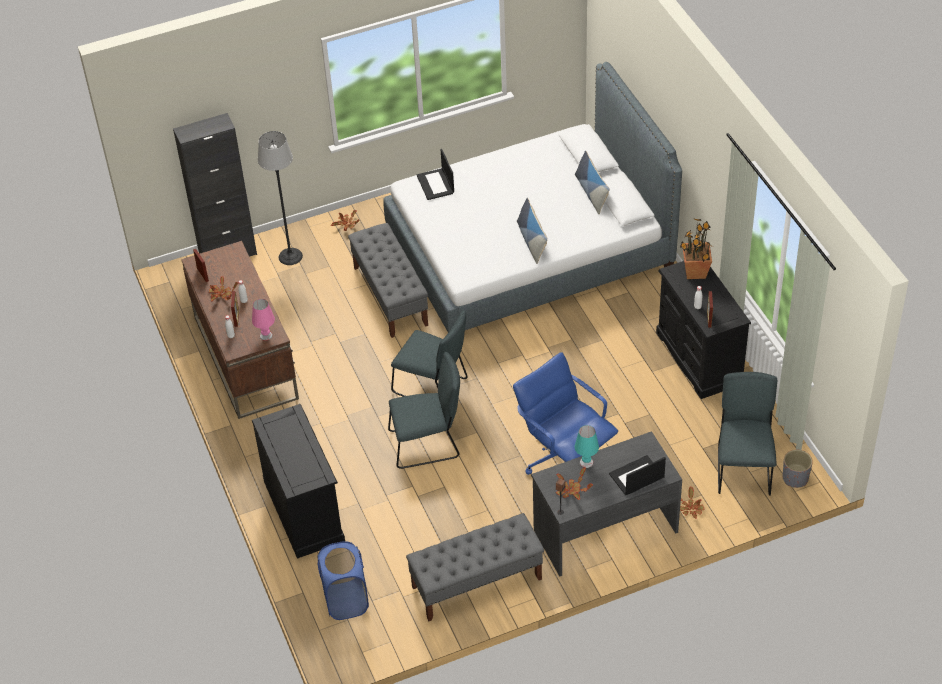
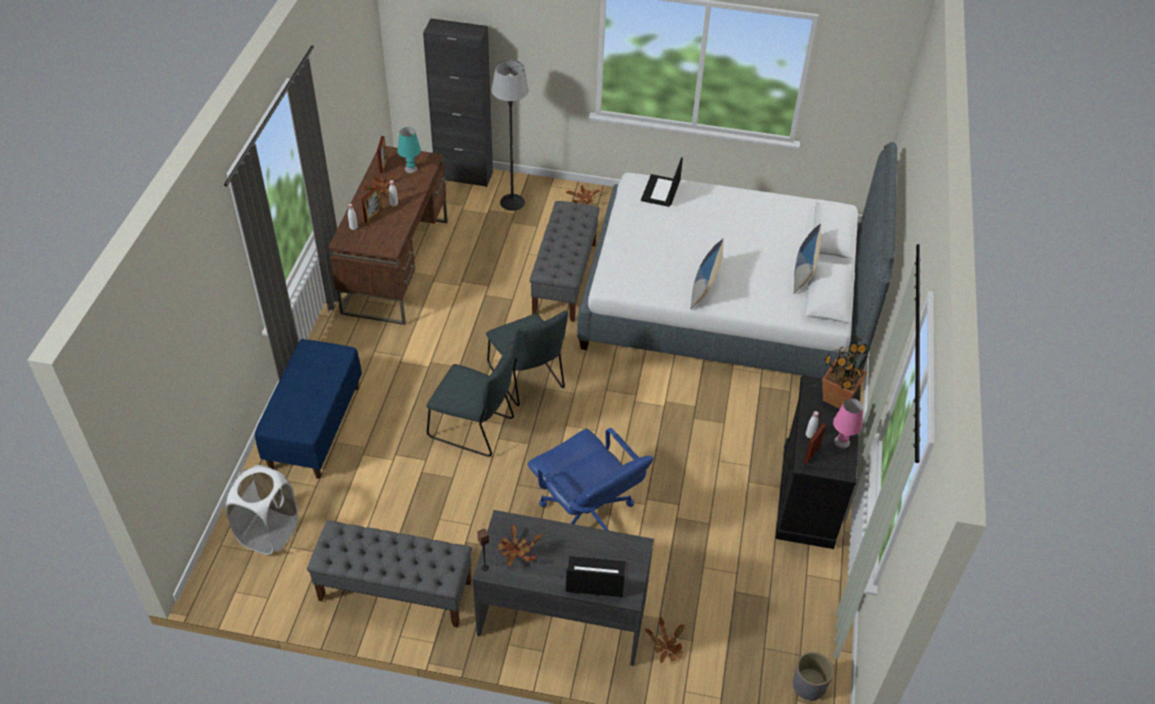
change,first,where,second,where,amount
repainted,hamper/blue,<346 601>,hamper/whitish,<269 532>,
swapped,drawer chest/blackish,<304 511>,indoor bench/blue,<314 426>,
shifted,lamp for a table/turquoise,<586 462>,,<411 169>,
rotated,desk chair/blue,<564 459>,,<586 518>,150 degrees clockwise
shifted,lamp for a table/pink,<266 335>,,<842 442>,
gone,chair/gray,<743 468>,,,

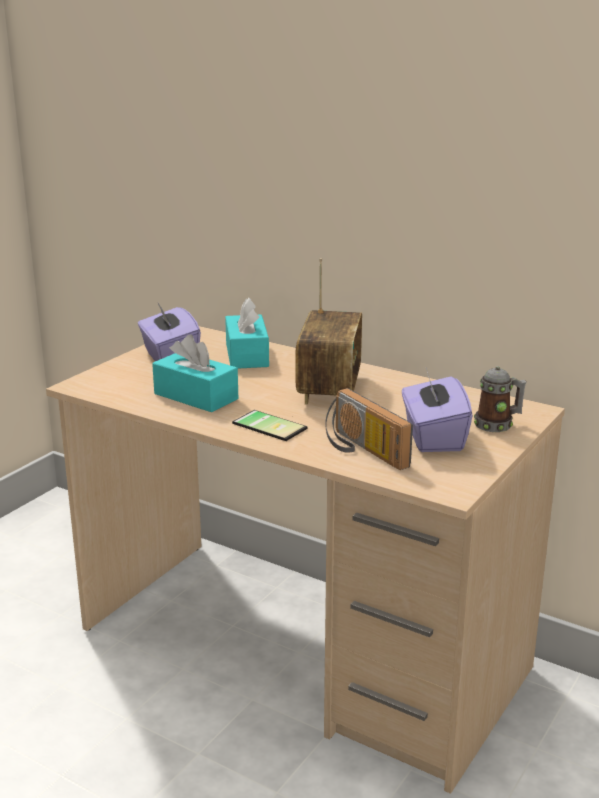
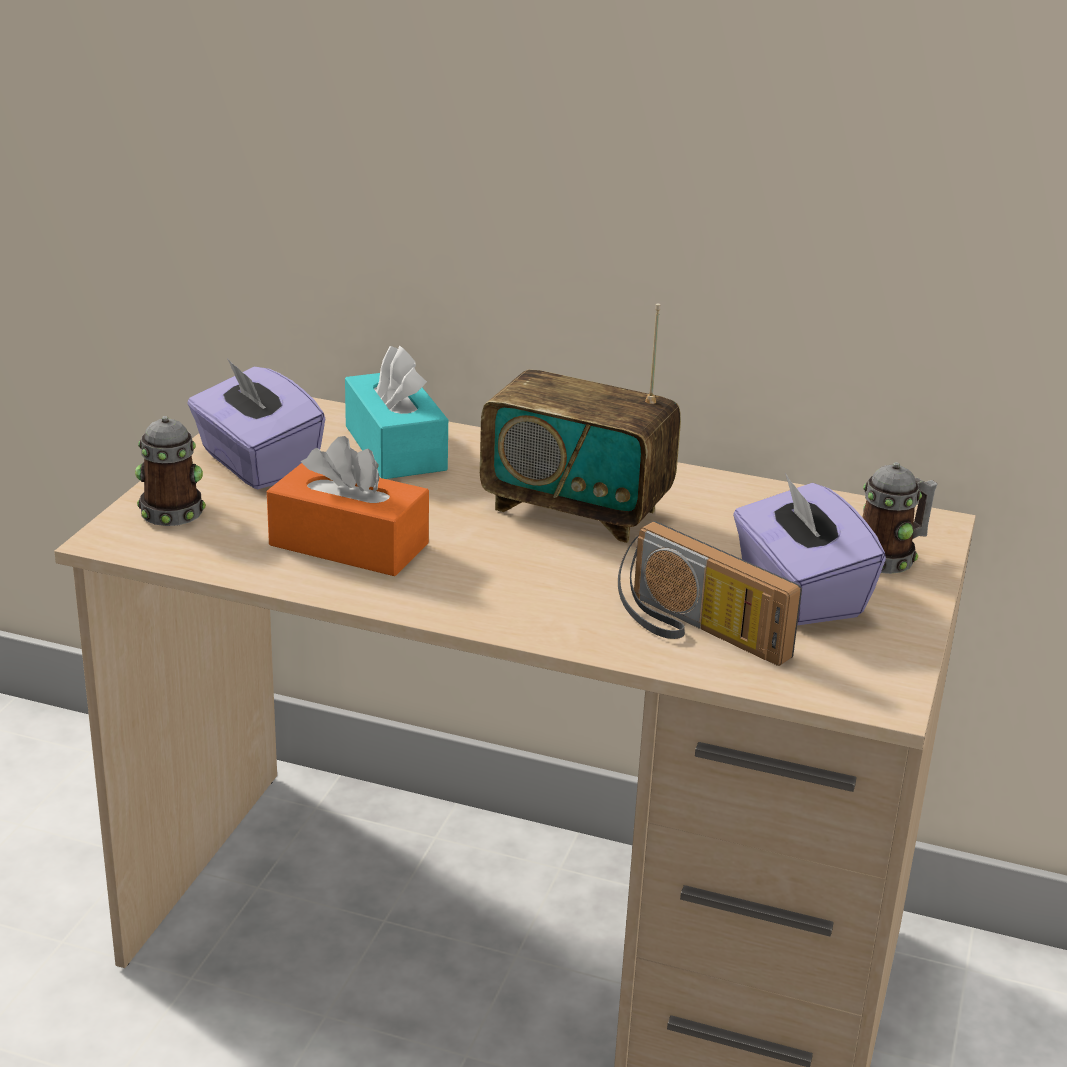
change,first,where,second,where,amount
new,,,coffee mug,<173 509>,
repainted,box of tissues/turquoise,<196 396>,box of tissues/orangey,<349 544>,
rotated,radio set,<329 389>,,<576 509>,120 degrees clockwise
gone,phone,<272 424>,,,

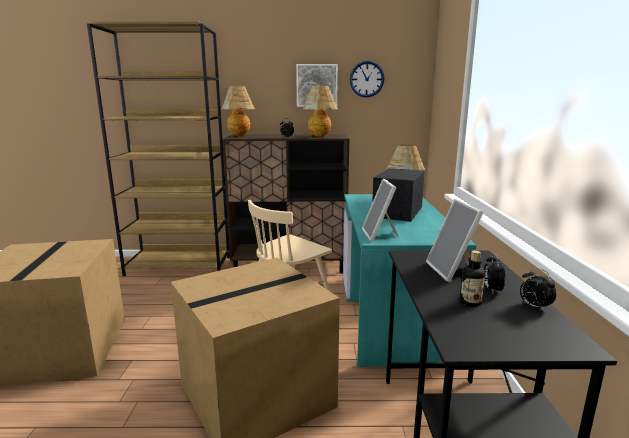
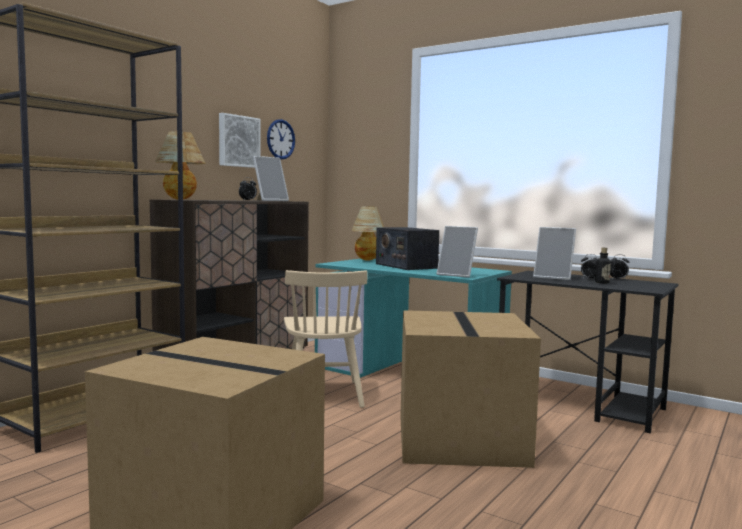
change,first,where,second,where,amount
swapped,lamp for a table,<320 136>,picture frame,<270 200>,

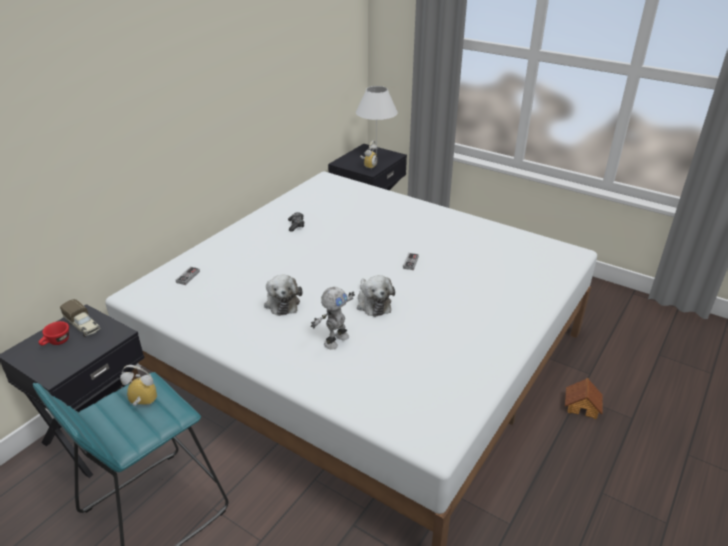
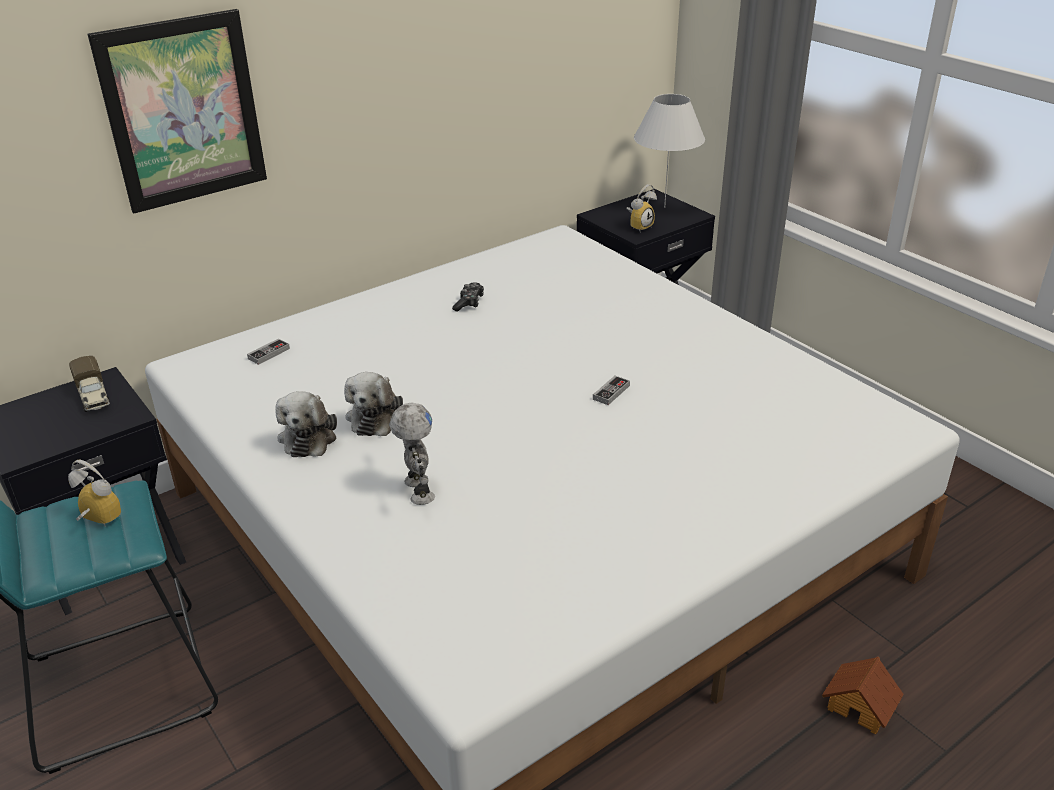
change,first,where,second,where,amount
new,,,picture,<183 111>,
shifted,soft toy,<373 303>,,<309 436>,
rotated,toy robot,<335 340>,,<417 491>,75 degrees counterclockwise
gone,cup/red-coloured,<56 342>,,,

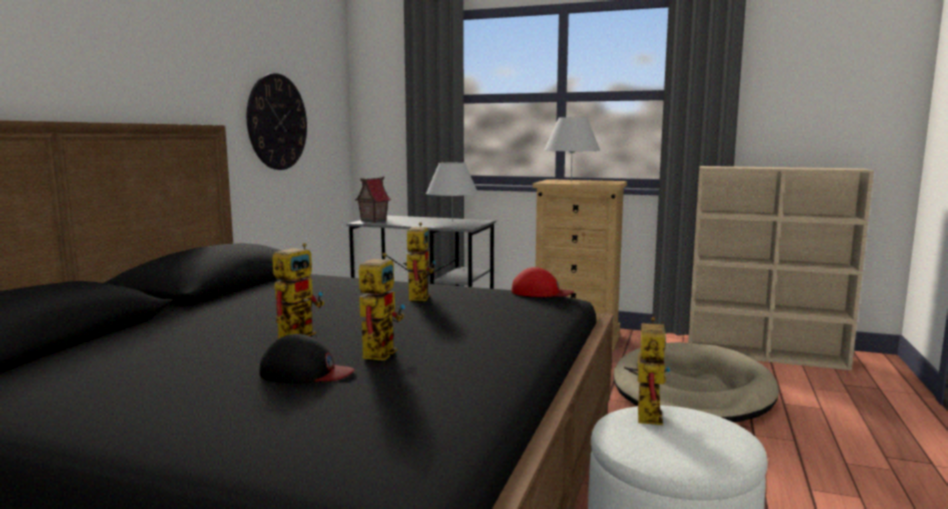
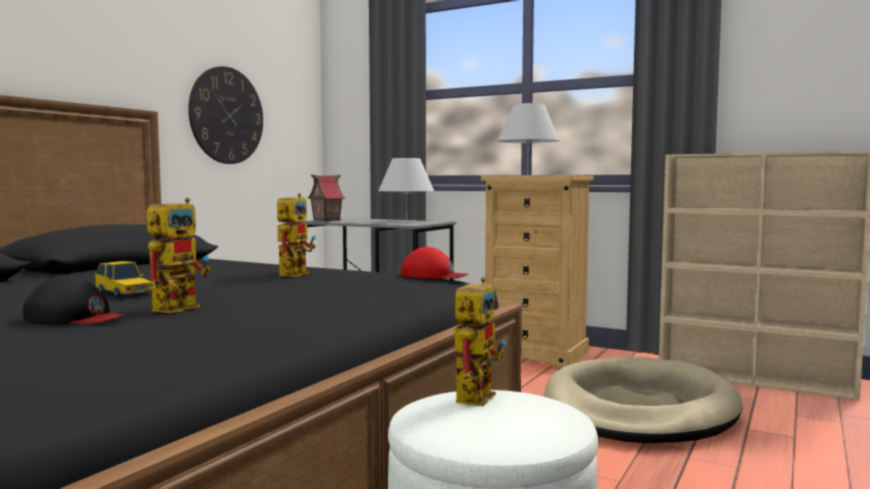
change,first,where,second,where,amount
swapped,toy robot,<300 333>,toy car,<124 293>,

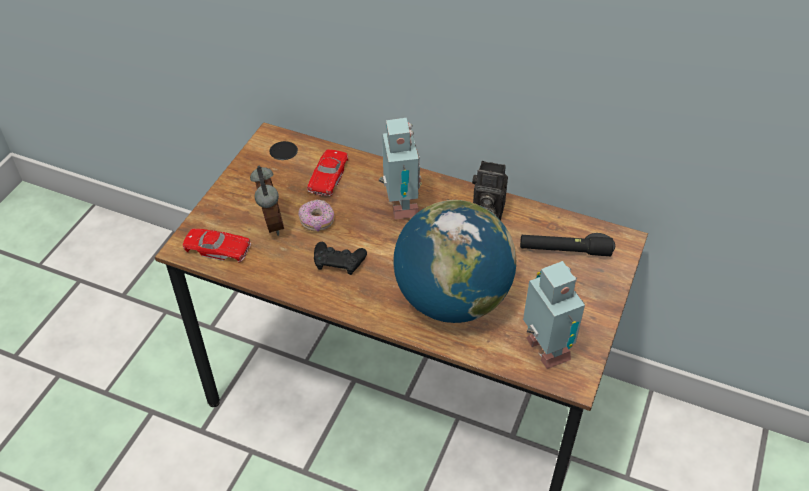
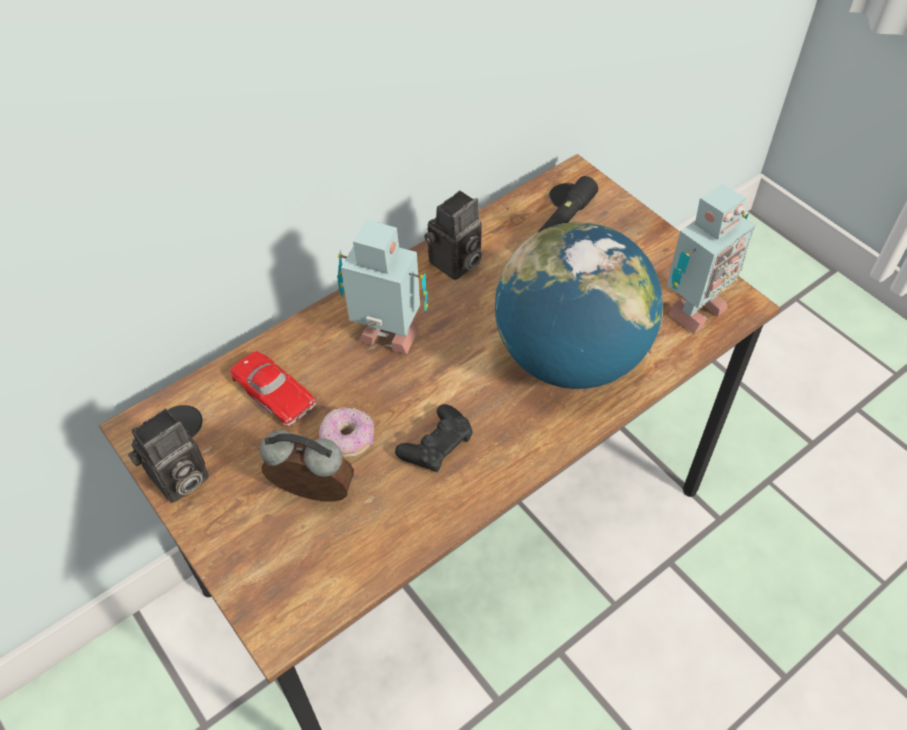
change,first,where,second,where,amount
new,,,photo camera,<178 481>,
rotated,toy robot,<545 352>,,<692 310>,135 degrees clockwise
gone,toy car/red-coloured,<217 248>,,,

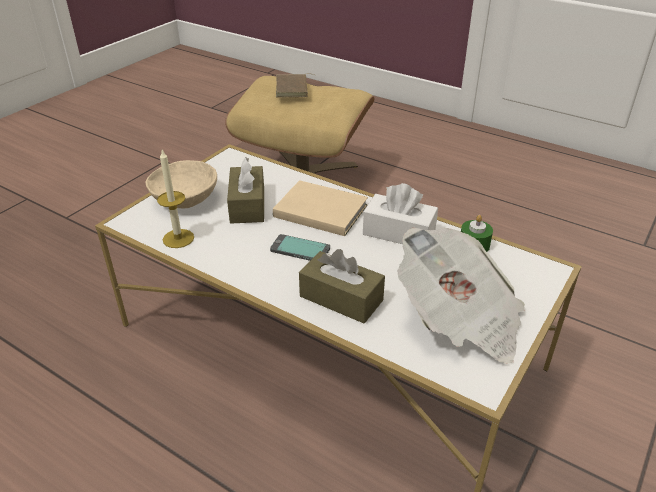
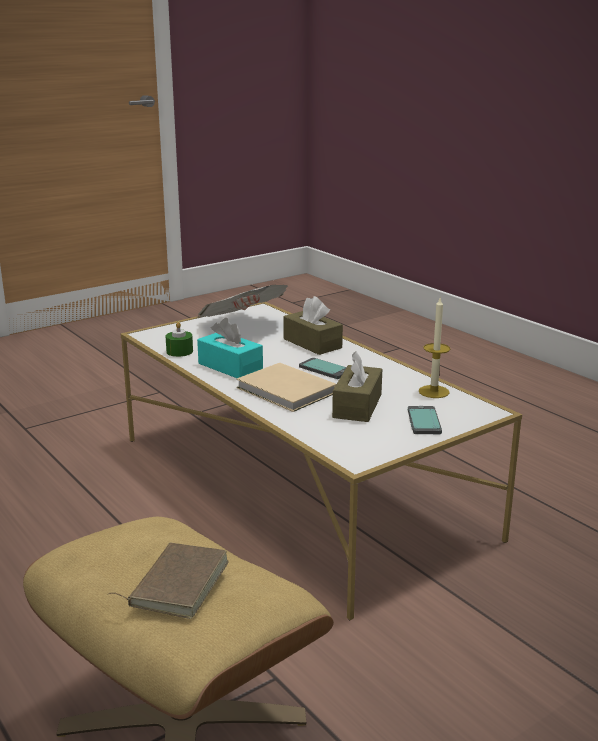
change,first,where,second,where,amount
repainted,box of tissues/whitish,<399 232>,box of tissues/turquoise,<230 367>,
swapped,bowl/beige-coloured,<186 199>,phone,<423 421>,

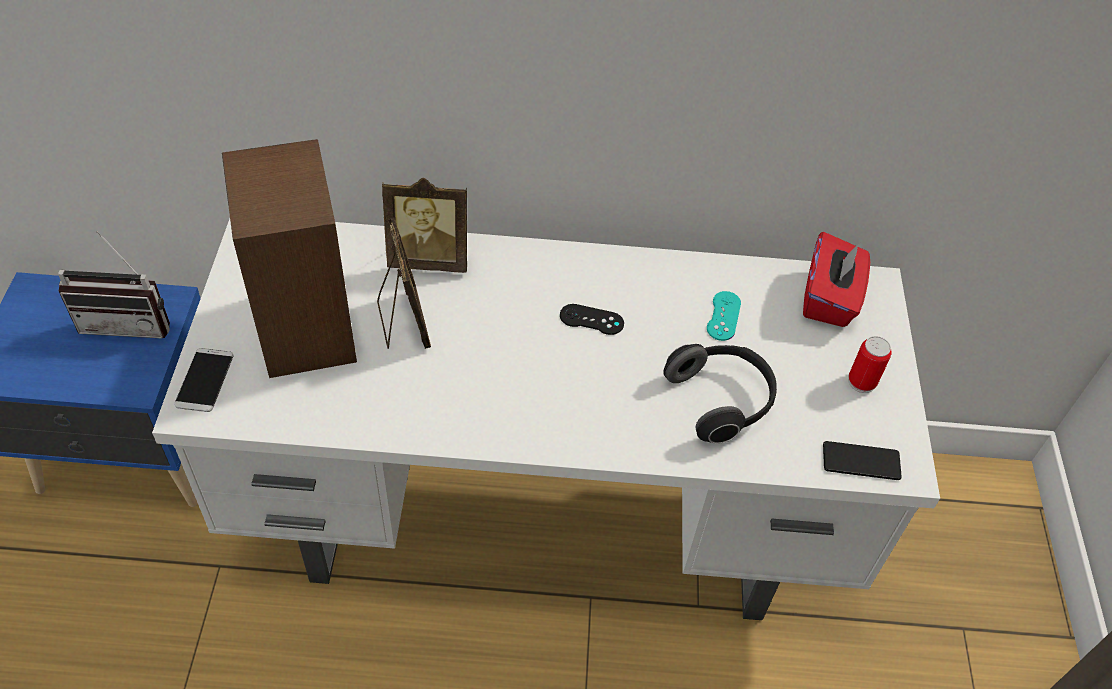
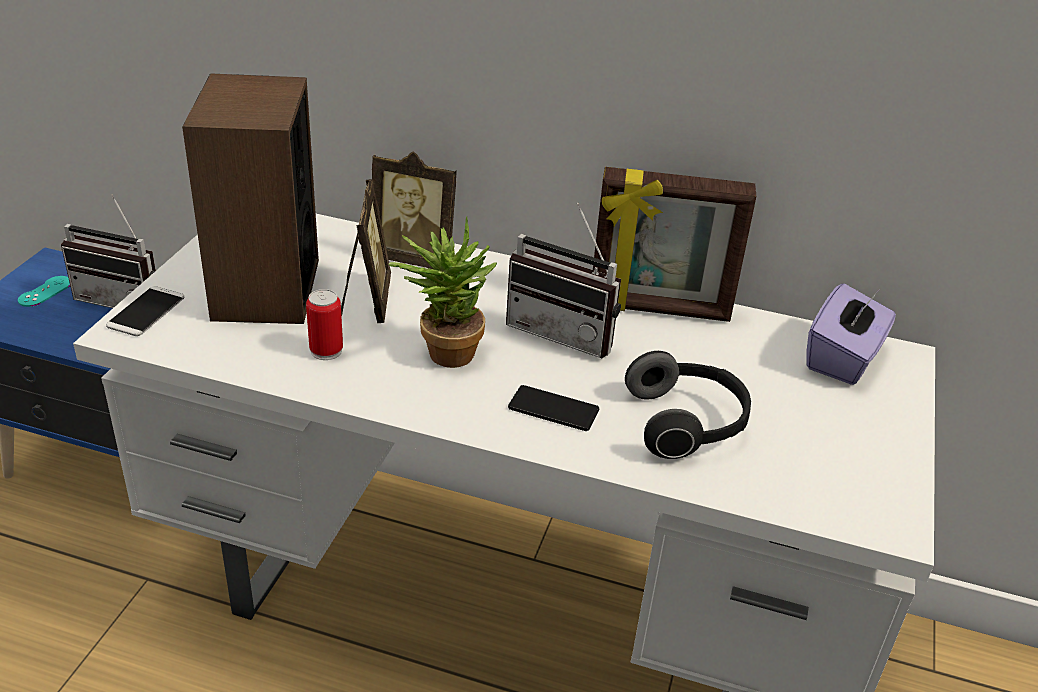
change,first,where,second,where,amount
shifted,joypad/turquoise,<723 316>,,<45 291>,
shifted,metal can,<862 382>,,<326 350>,
new,,,houseplant,<444 350>,
swapped,joypad/blackish,<591 319>,radio set,<565 332>,
shifted,phone,<861 461>,,<553 409>,
new,,,picture frame,<659 310>,
repainted,box of tissues/red-coloured,<829 299>,box of tissues/purplish,<843 359>,

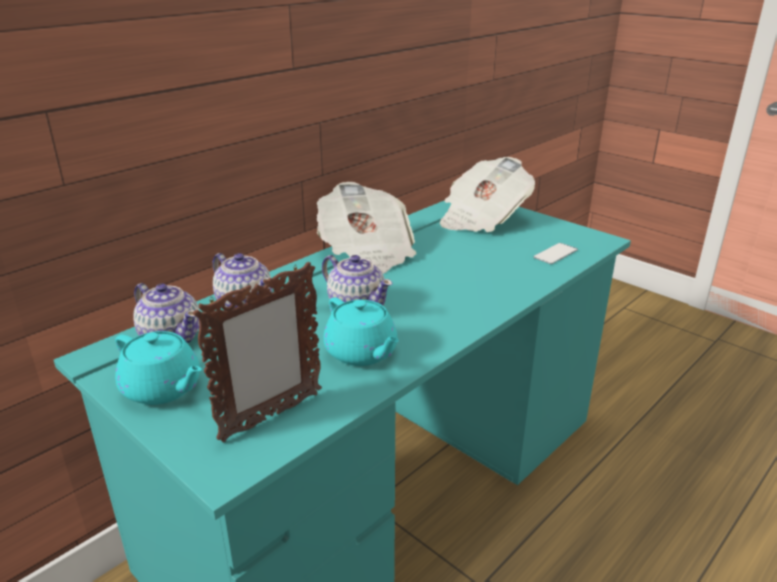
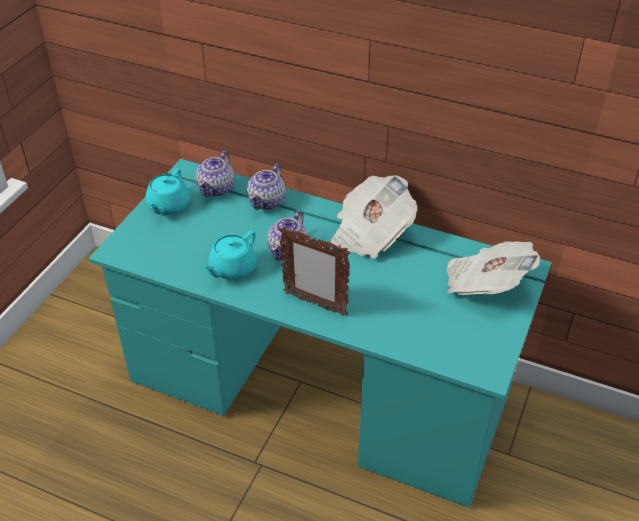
change,first,where,second,where,amount
shifted,picture frame,<270 417>,,<314 304>,
gone,phone,<555 254>,,,

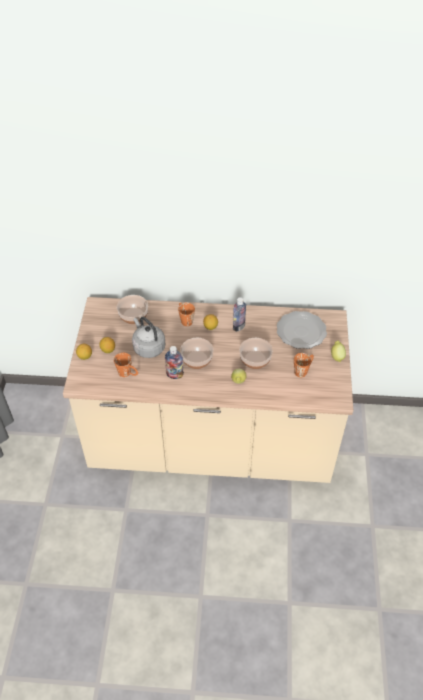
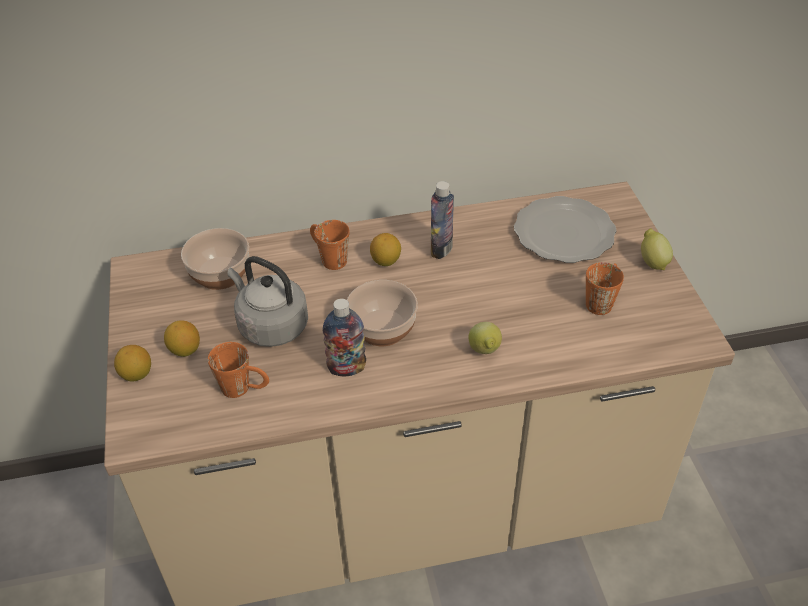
change,first,where,second,where,amount
gone,bowl,<255 360>,,,

